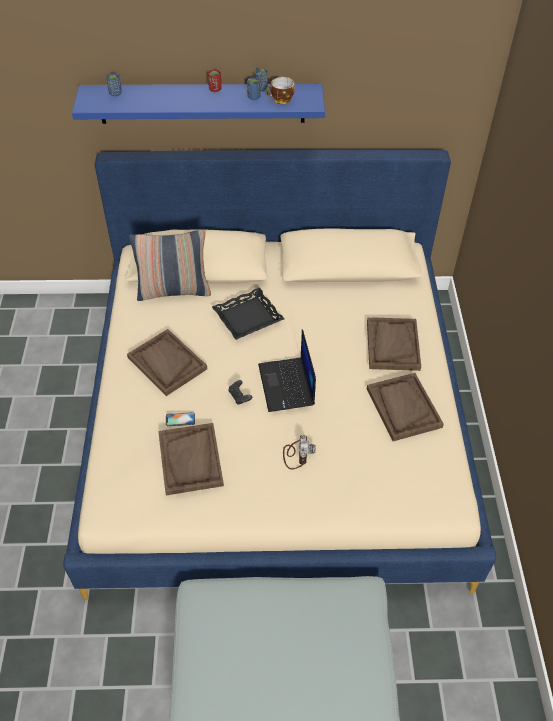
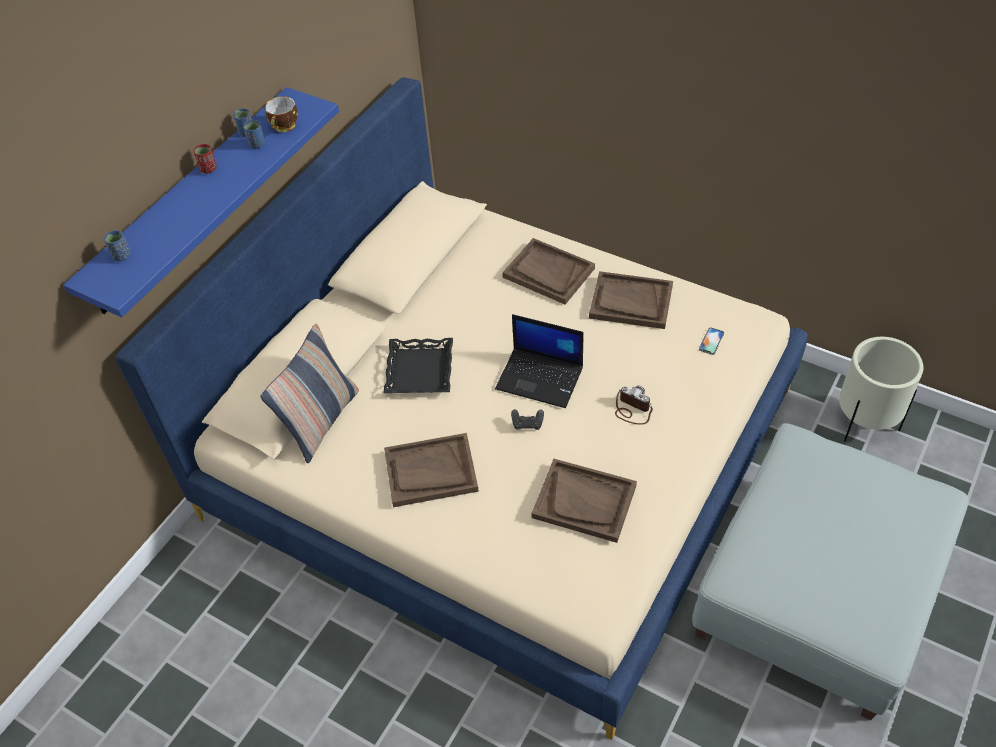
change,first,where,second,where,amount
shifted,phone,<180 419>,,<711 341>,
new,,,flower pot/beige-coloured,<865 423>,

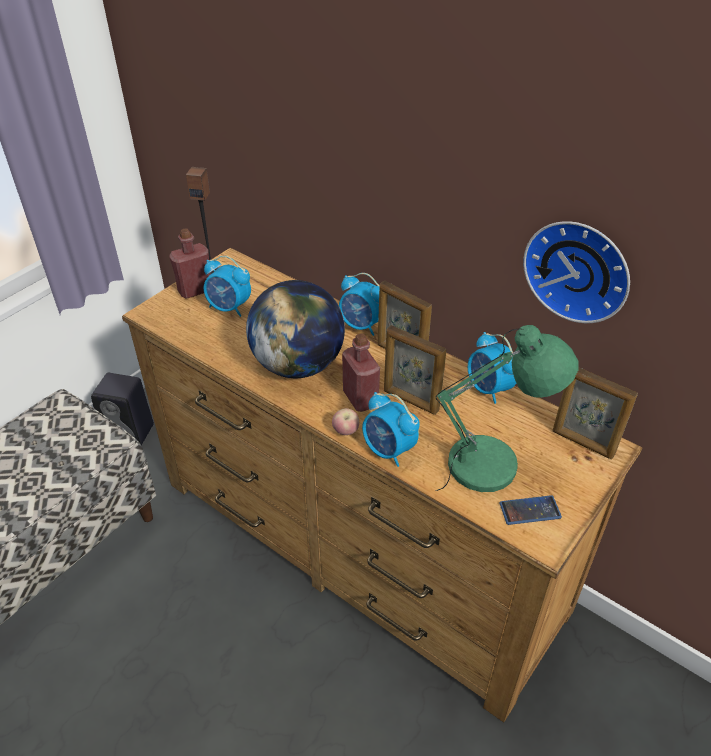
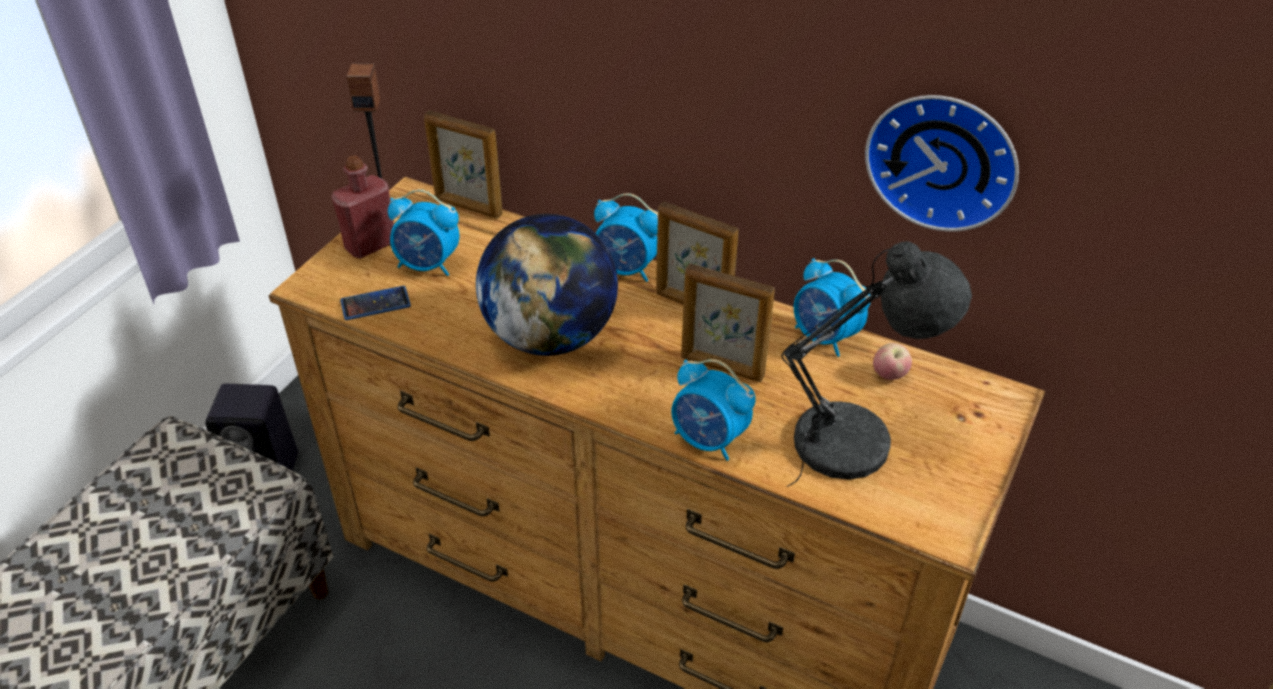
change,first,where,second,where,amount
shifted,phone,<530 510>,,<375 304>,
shifted,picture frame,<582 443>,,<468 207>,
repainted,lamp for a table/green,<492 465>,lamp for a table/gray,<854 442>,
shifted,apple,<345 431>,,<889 375>,
gone,beverage bottle/red-coloured,<360 398>,,,

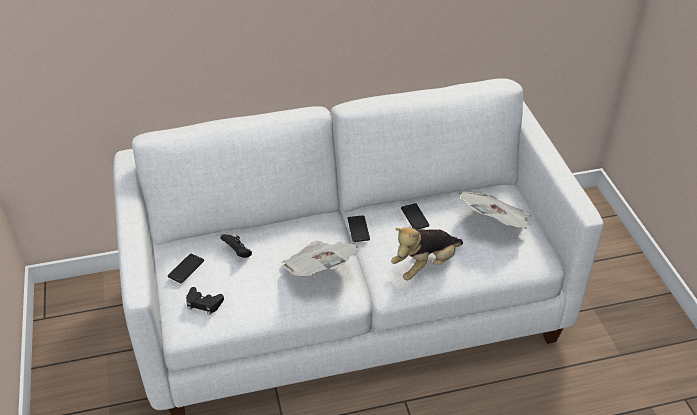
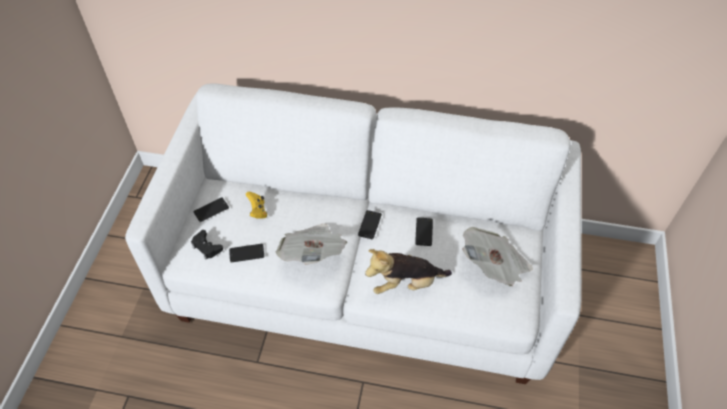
change,first,where,second,where,amount
new,,,phone,<246 253>,
repainted,joypad/blackish,<238 253>,joypad/yellow-coloured,<258 211>,

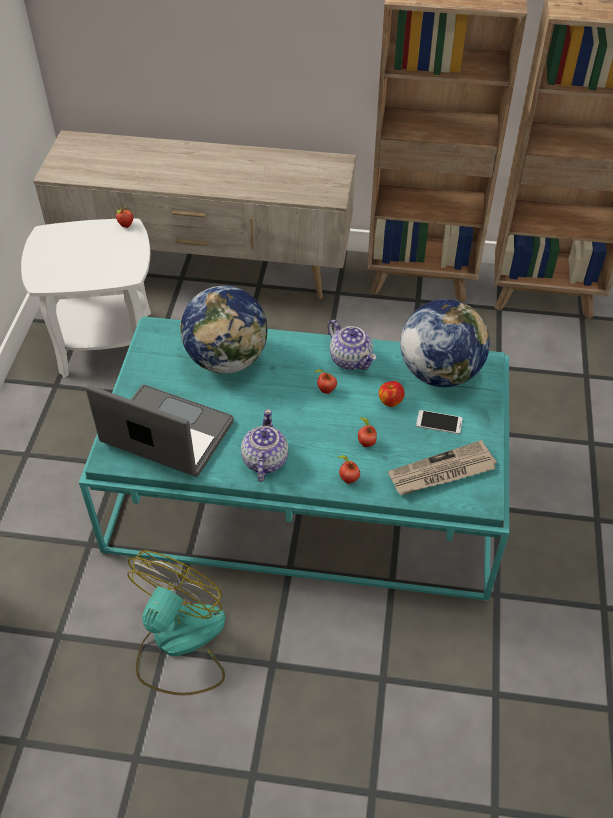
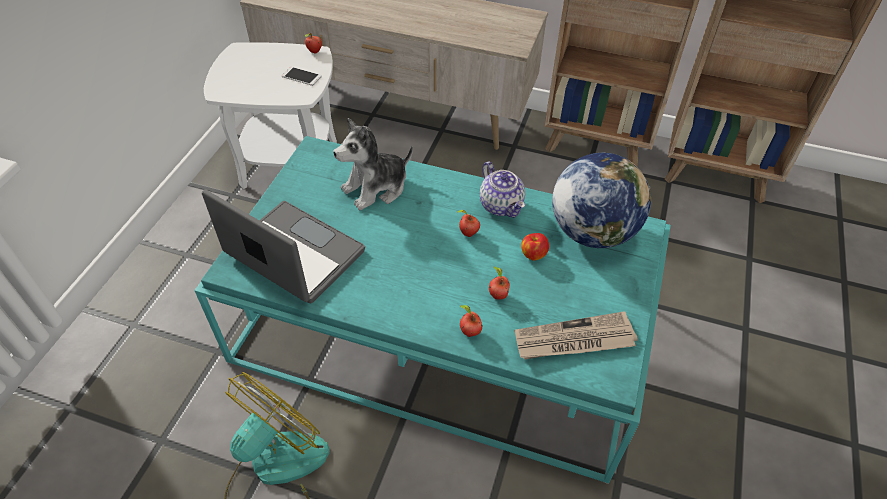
change,first,where,second,where,amount
shifted,phone,<439 422>,,<301 76>,
swapped,world globe,<227 359>,soft toy,<376 188>,
gone,pot for tea,<264 461>,,,

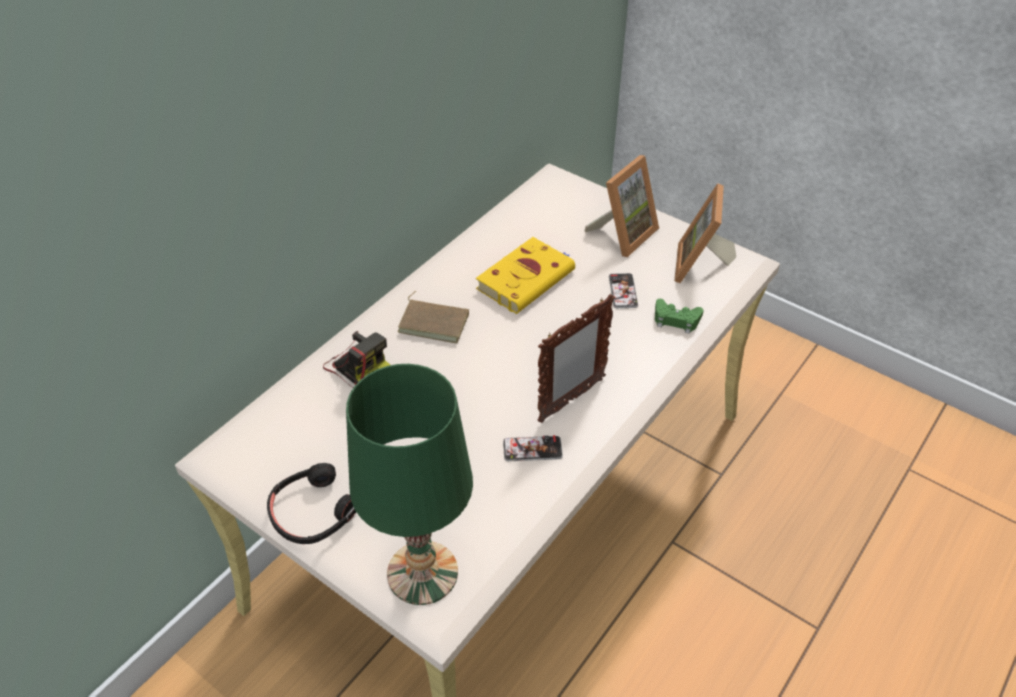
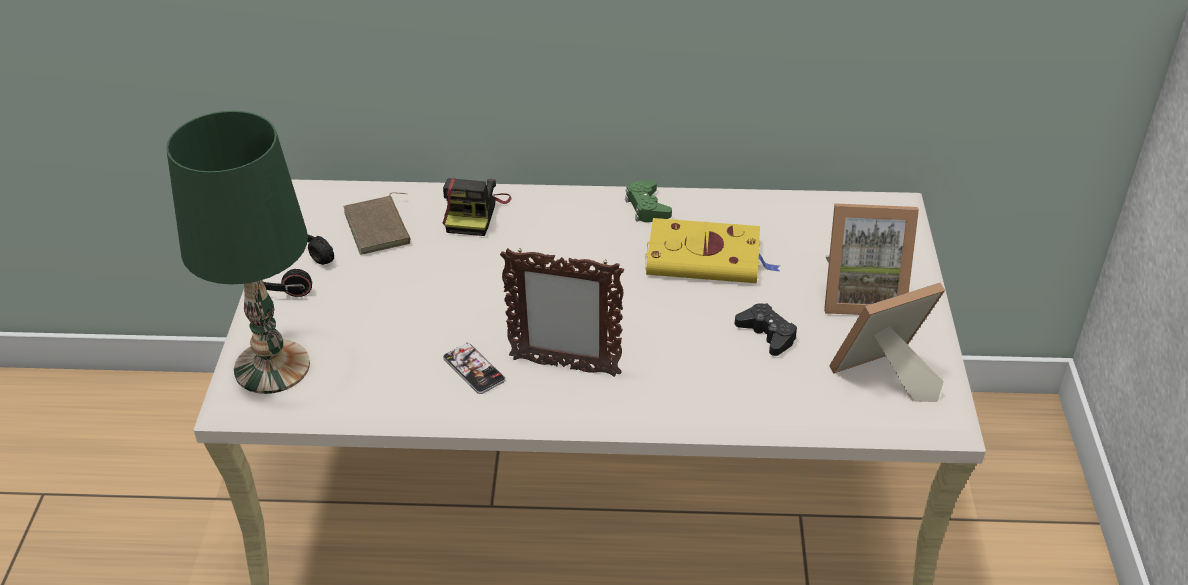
change,first,where,second,where,amount
shifted,volume/brown,<434 322>,,<380 228>,
shifted,joypad/green,<676 320>,,<647 207>,
swapped,phone,<623 291>,joypad/blackish,<767 334>,

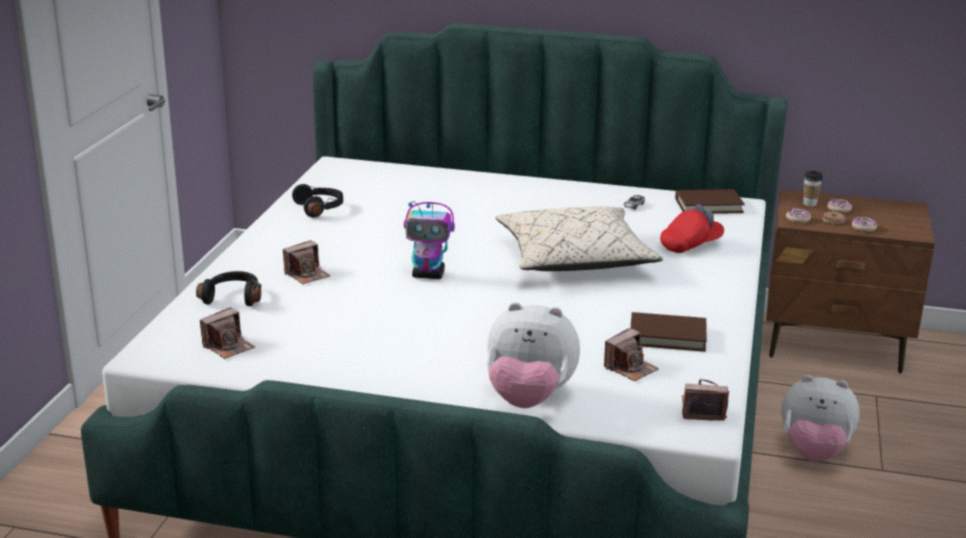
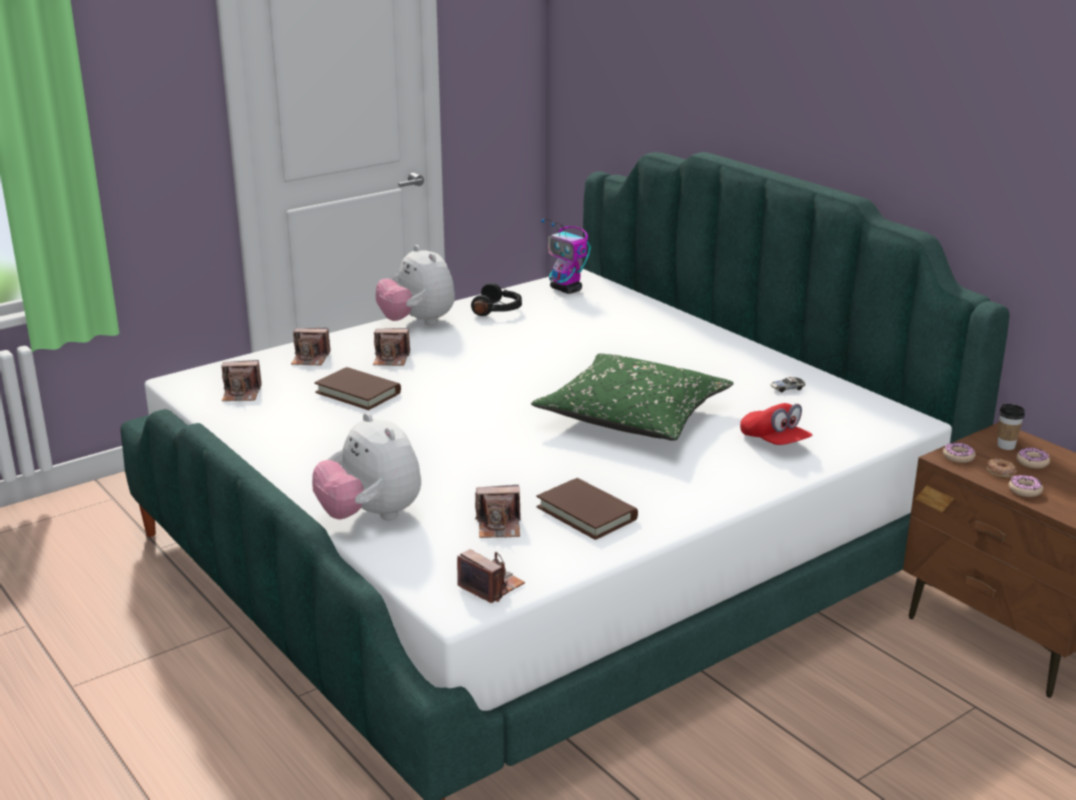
change,first,where,second,where,amount
swapped,headphones/blackish,<233 297>,photo camera,<310 359>,
shifted,volume/brown,<708 205>,,<358 393>,
shifted,soft toy,<814 453>,,<417 322>,
repainted,cushion/beige-coloured,<574 259>,cushion/green,<633 417>,
shifted,toy robot,<429 275>,,<566 290>,
rotated,baseball cap/red-coloured,<691 245>,,<774 442>,45 degrees clockwise

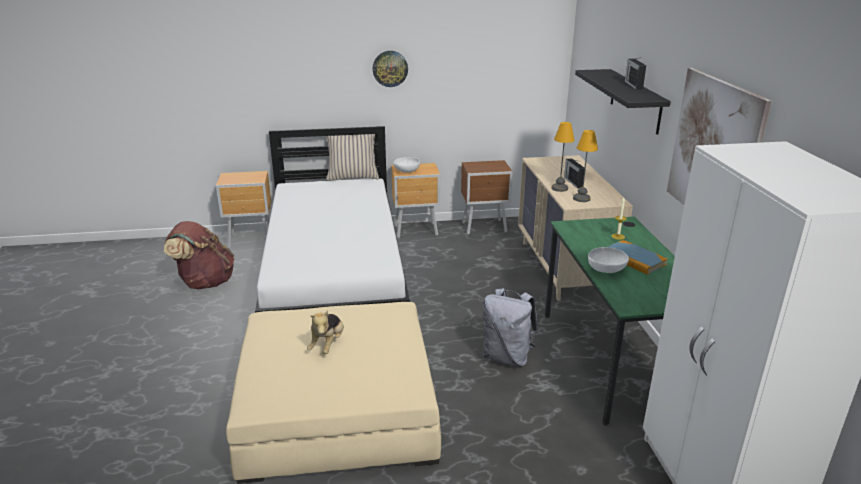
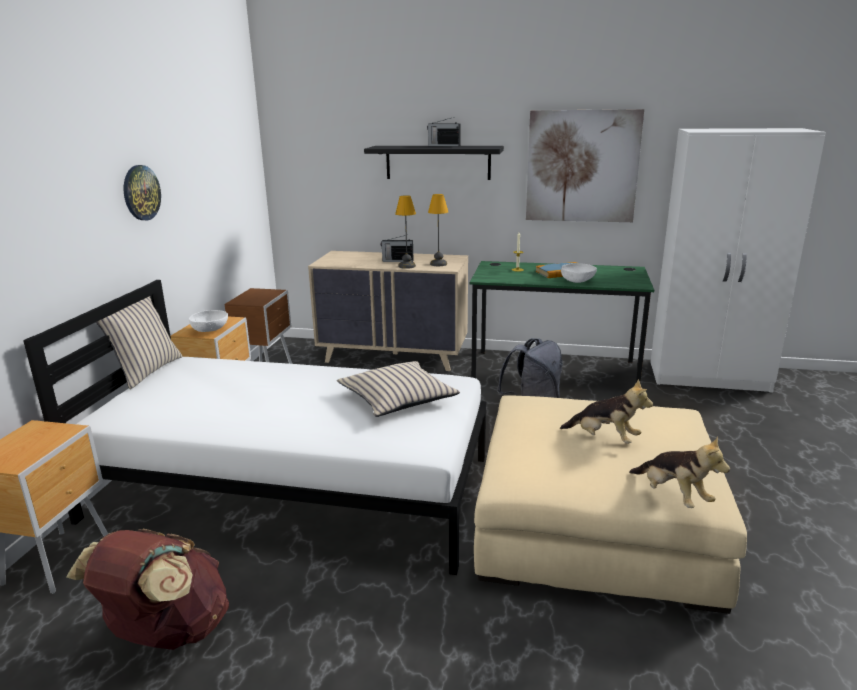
change,first,where,second,where,amount
new,,,cushion/beige-coloured,<398 399>,
new,,,soft toy,<673 496>,

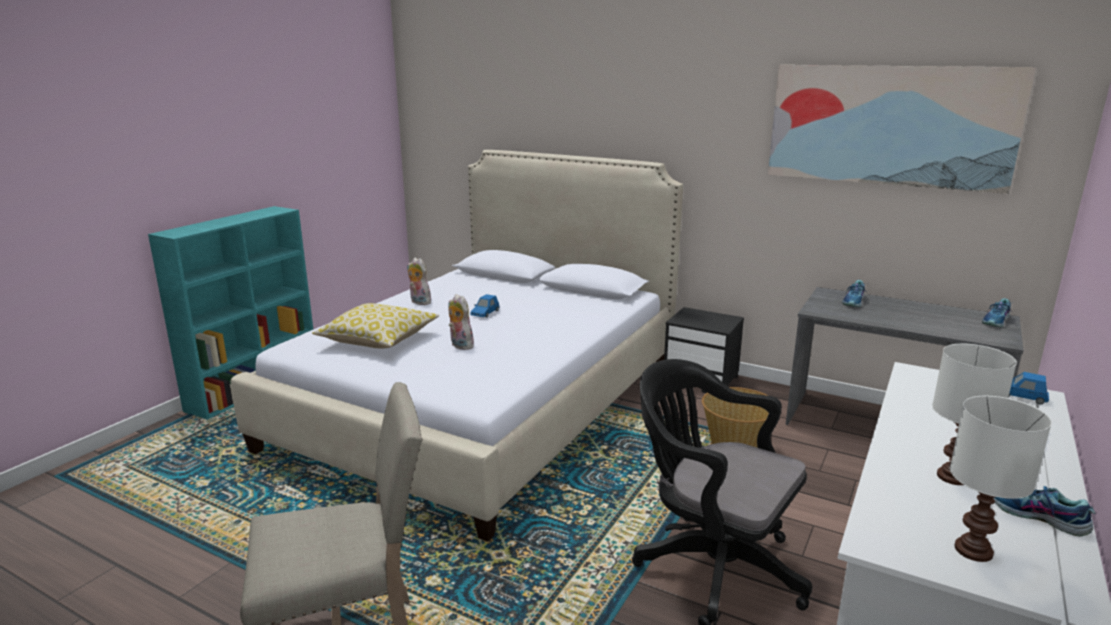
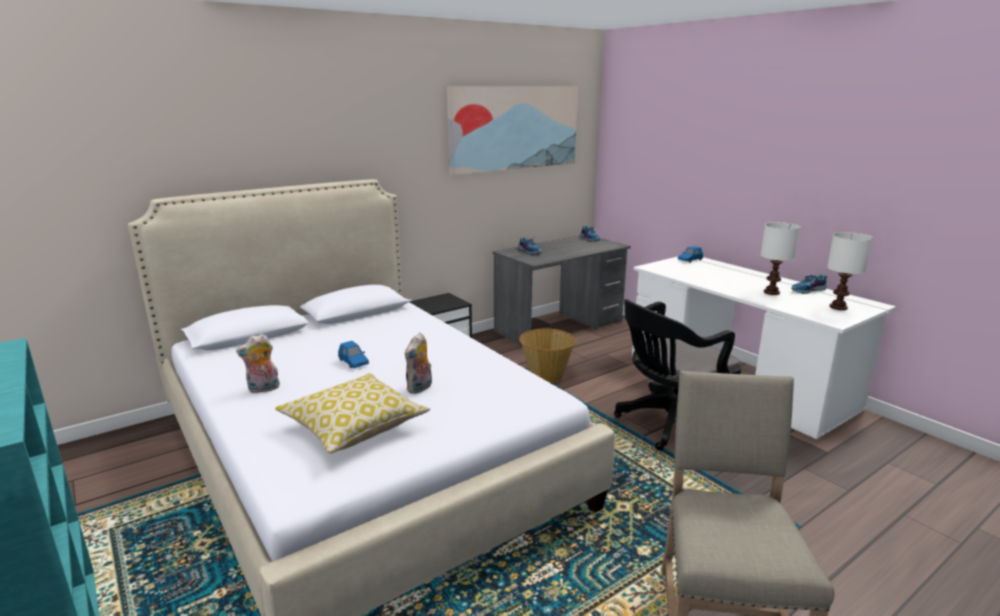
change,first,where,second,where,amount
rotated,soft toy,<459 345>,,<420 388>,45 degrees counterclockwise

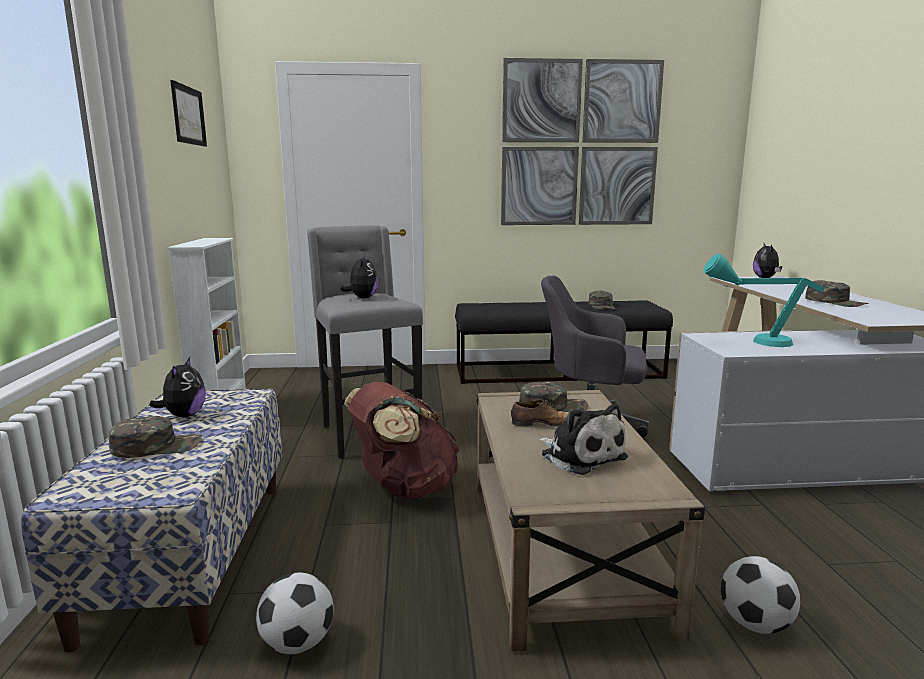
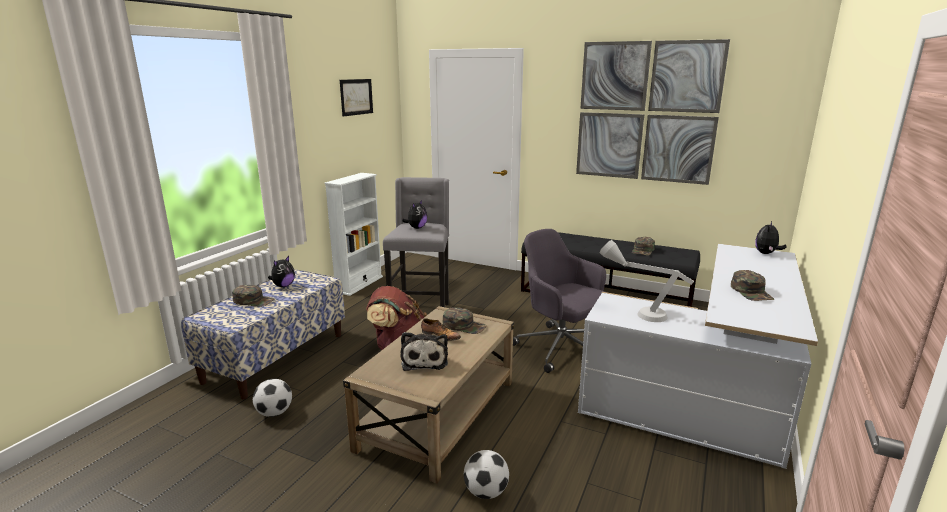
change,first,where,second,where,amount
repainted,lamp for a table/turquoise,<753 342>,lamp for a table/gray,<637 312>,

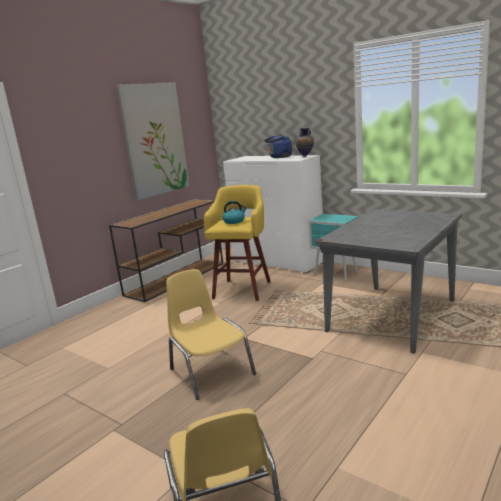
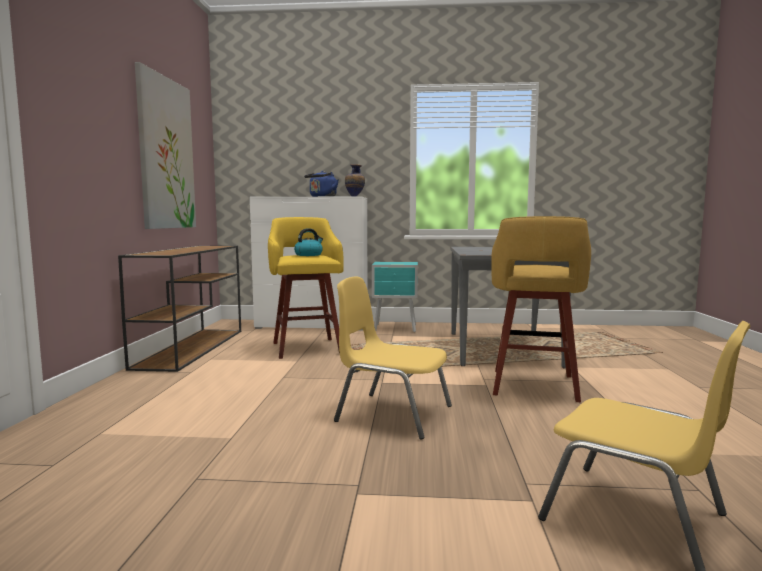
change,first,where,second,where,amount
new,,,stool seat/yellow-coloured,<533 386>,

